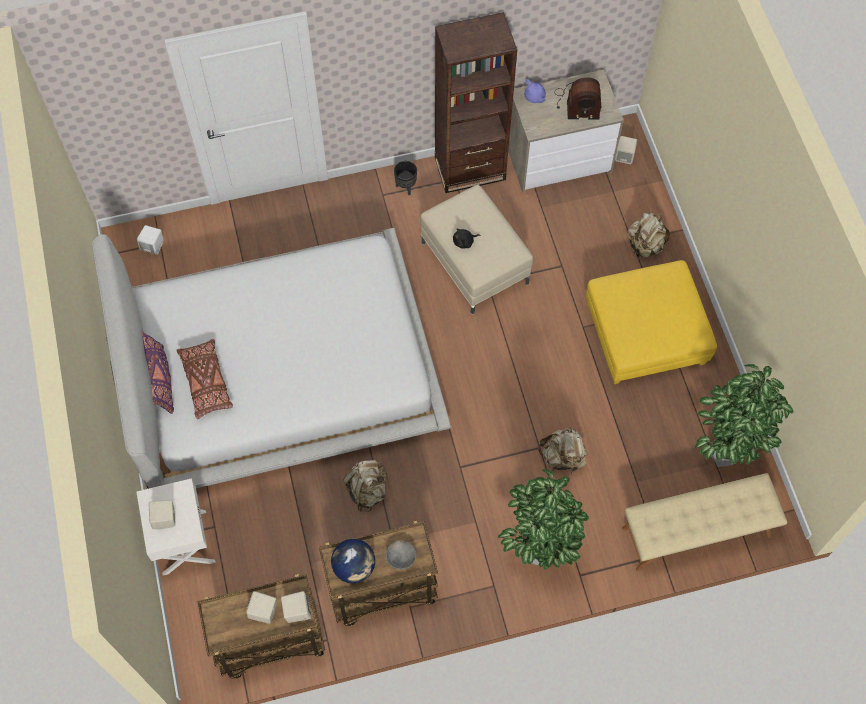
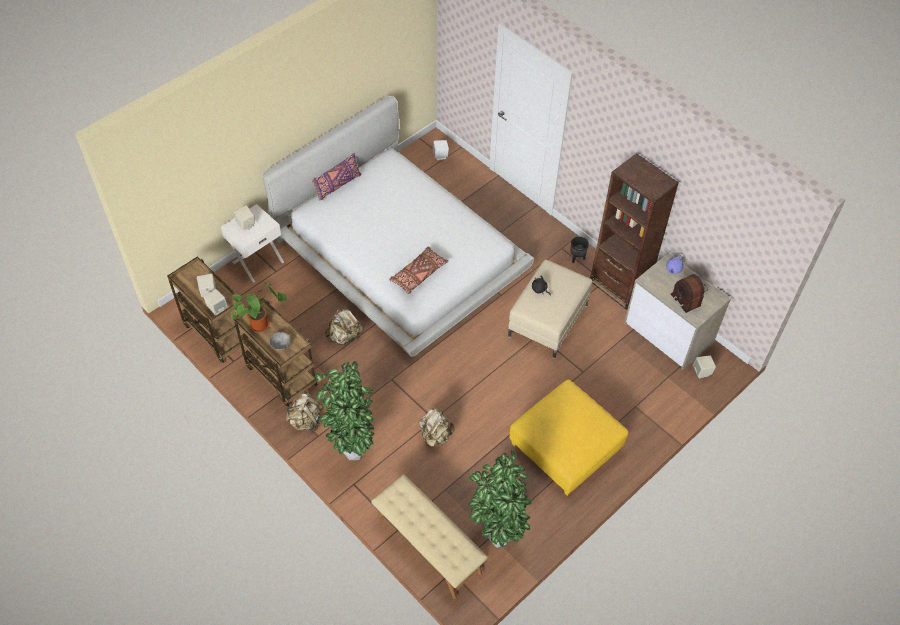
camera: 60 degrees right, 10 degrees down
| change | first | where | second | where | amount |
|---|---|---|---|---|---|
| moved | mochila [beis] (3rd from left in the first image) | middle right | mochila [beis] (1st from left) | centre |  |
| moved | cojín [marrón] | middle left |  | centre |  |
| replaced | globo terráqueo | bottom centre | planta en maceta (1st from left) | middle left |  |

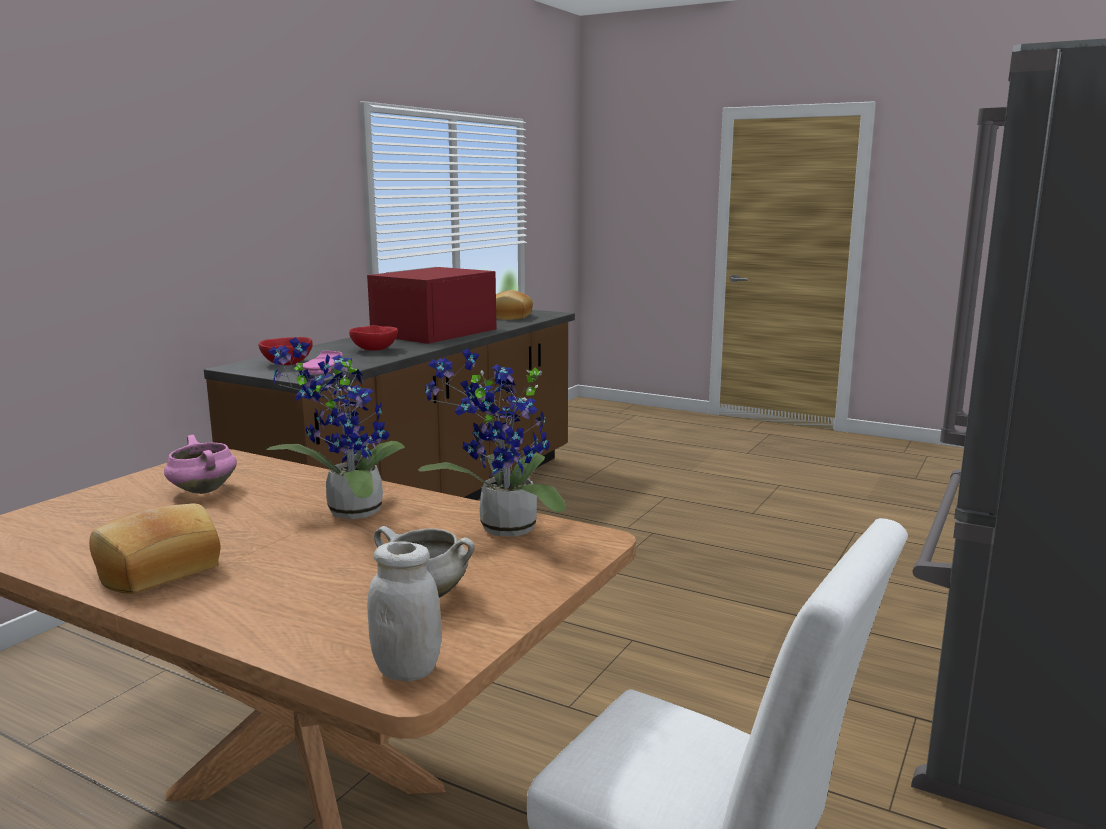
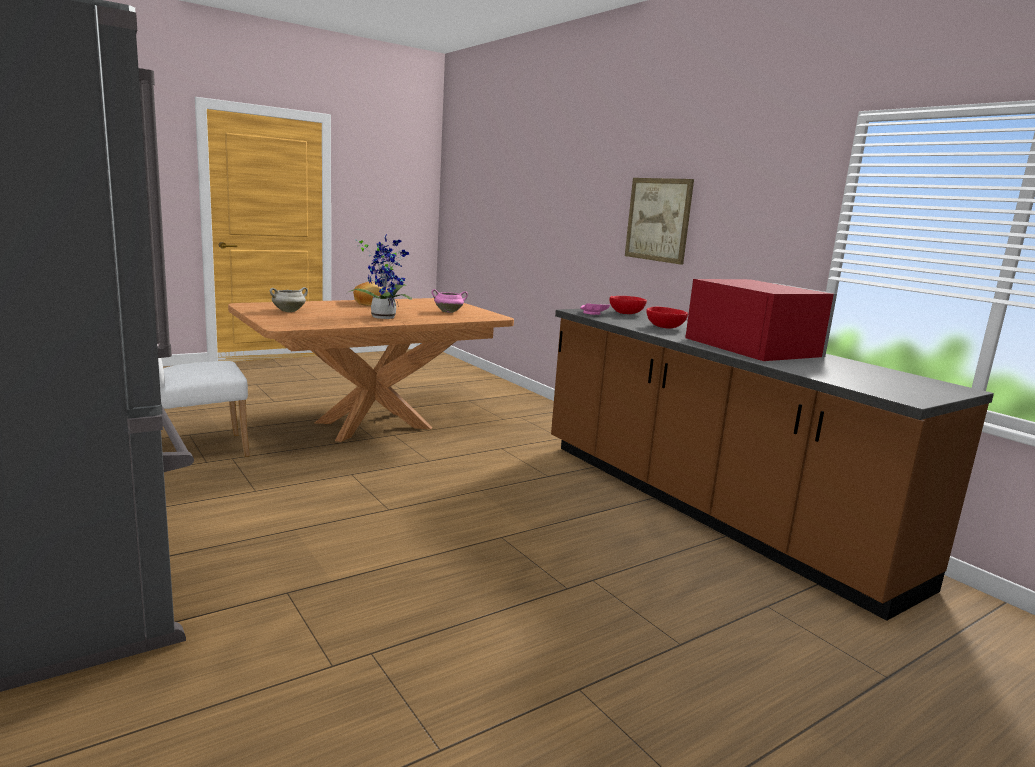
camera: 115 degrees right, 0 degrees up
| change | first | where | second | where | amount |
|---|---|---|---|---|---|
| removed | pan (2nd from left) | centre |  |  |  |
| removed | planta en maceta (2nd from left) | centre |  |  |  |
| removed | tarro [blanco] | bottom centre |  |  |  |
| added |  |  | cuadro | top centre |  |

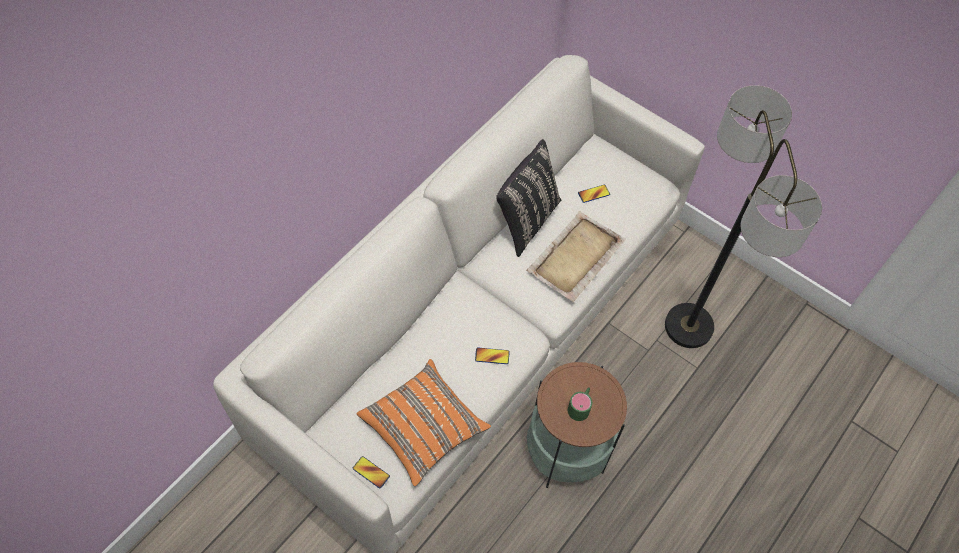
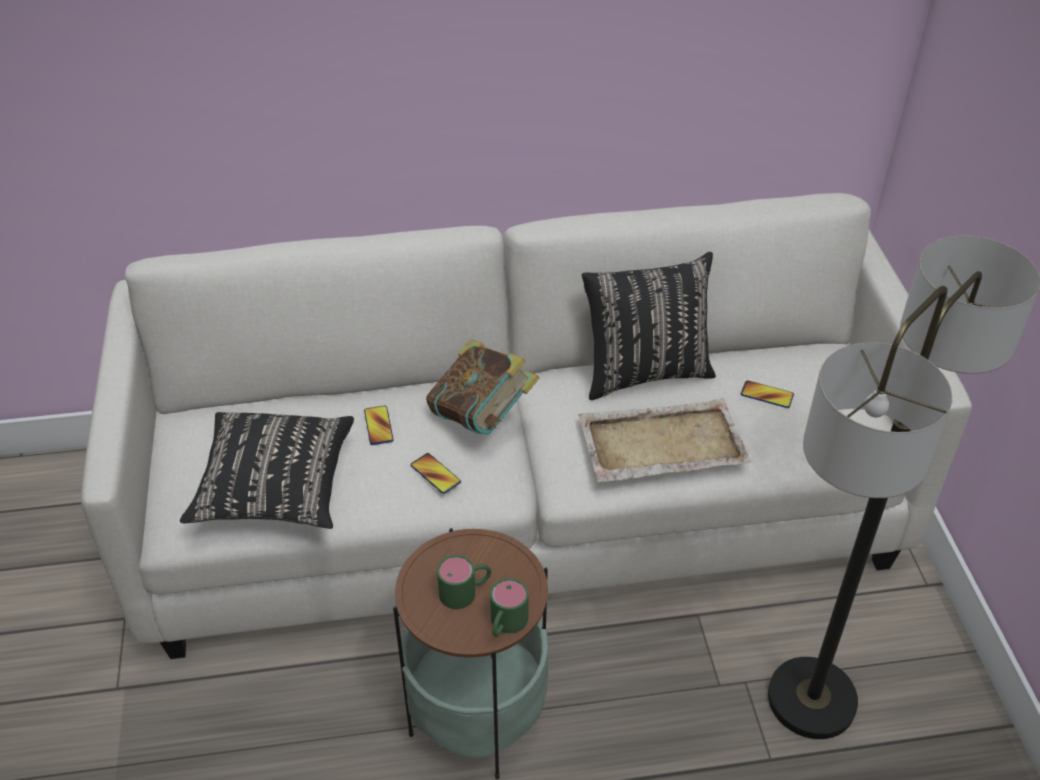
camera: 45 degrees right, 15 degrees down
| change | first | where | second | where | amount |
|---|---|---|---|---|---|
| recoloured | cojín [naranja] | bottom centre | cojín [negro] (1st from left) | middle left |  |
| moved | móvil (1st from left) | bottom centre |  | centre |  |
| added |  |  | libro | centre |  |
| added |  |  | taza grande [verde] (2nd from left) | bottom centre |  |

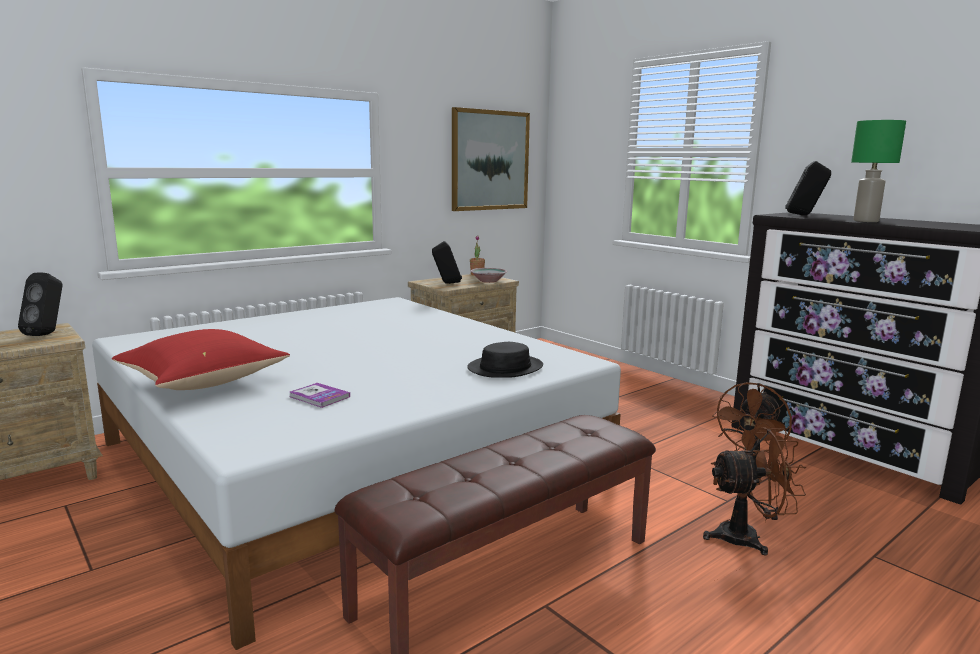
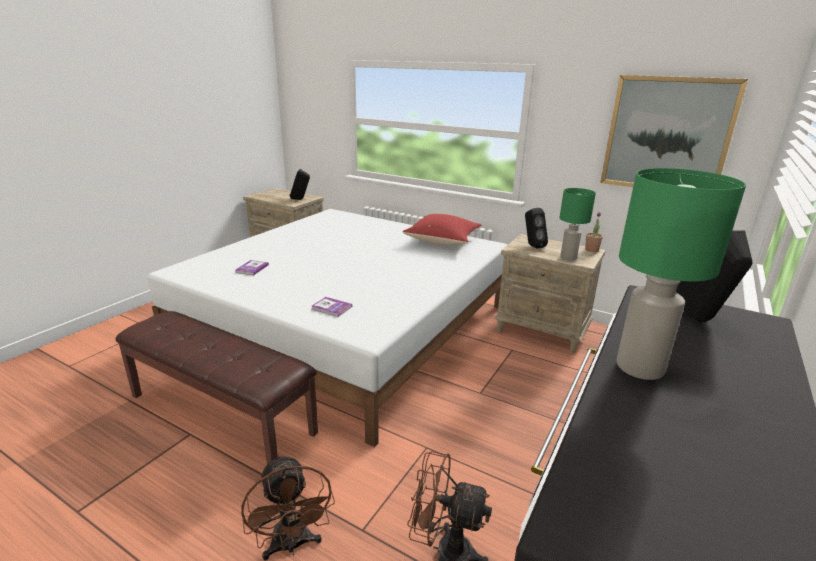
camera: 70 degrees right, 10 degrees up
| change | first | where | second | where | amount |
|---|---|---|---|---|---|
| replaced | cuenco | centre | lámpara de mesa [verde] (1st from left) | middle right |  |
| moved | cojín [rojo] | middle left |  | centre |  |
| replaced | sombrero [negro] | centre | libro (2nd from left) | centre |  |

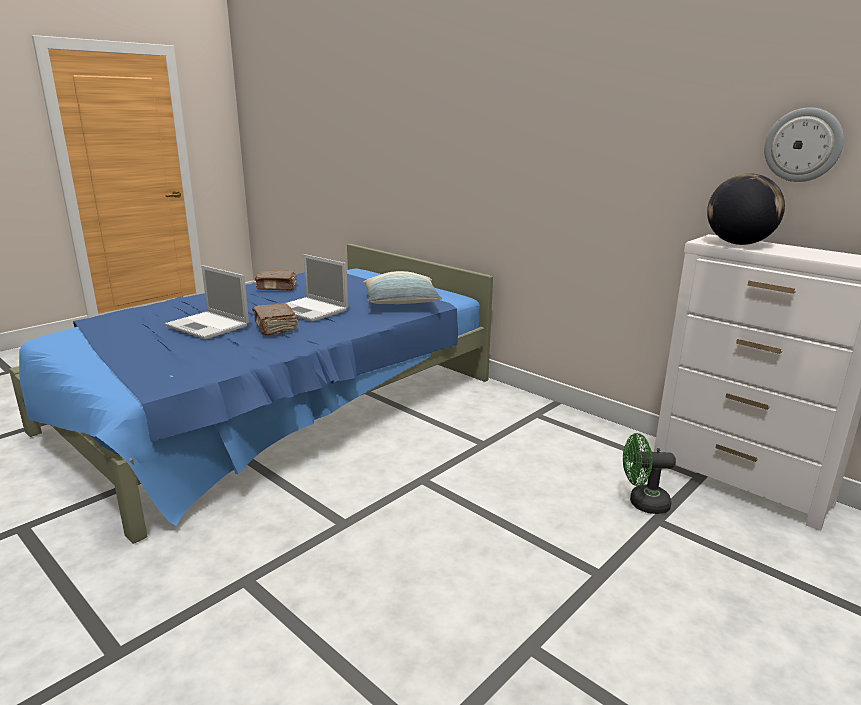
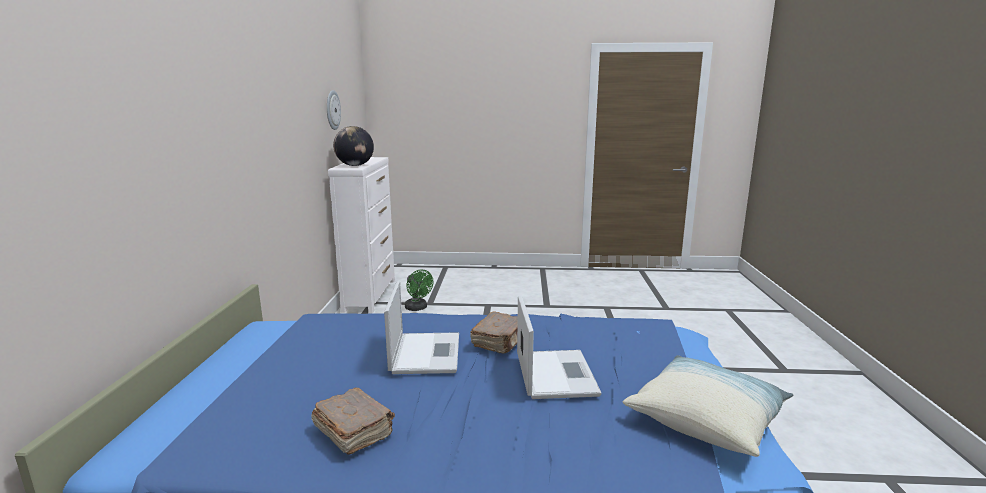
camera: 130 degrees left, 5 degrees down
| change | first | where | second | where | amount |
|---|---|---|---|---|---|
| moved | cojín | centre |  | bottom right |  |

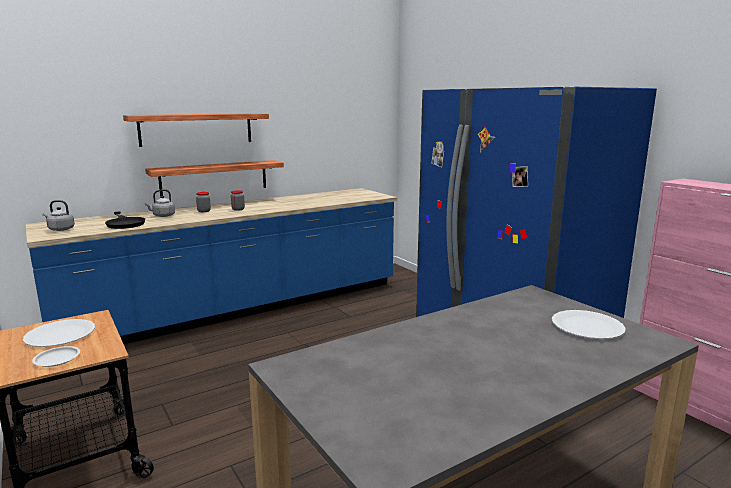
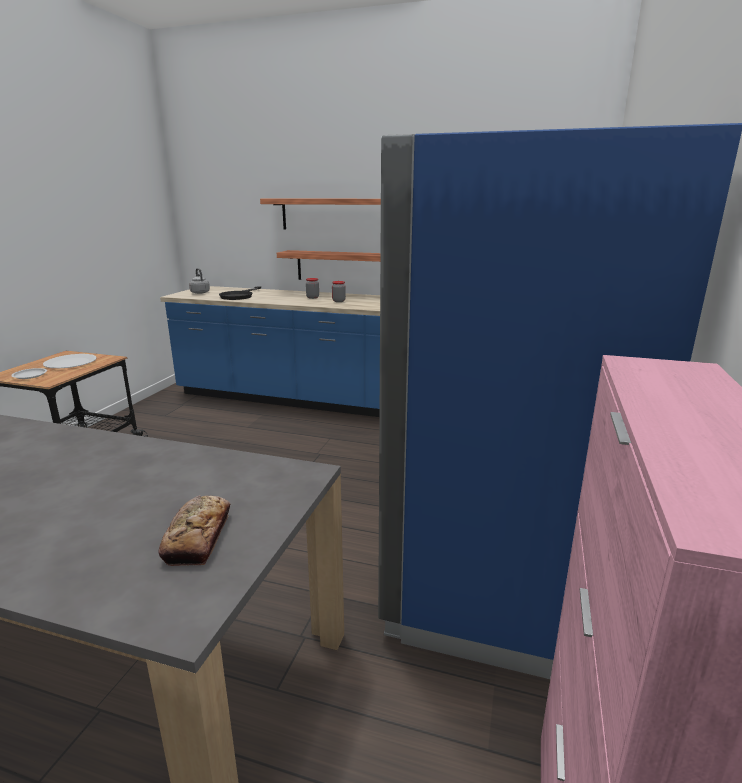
camera: 50 degrees right, 5 degrees up
| change | first | where | second | where | amount |
|---|---|---|---|---|---|
| removed | hervidor [gris] (2nd from left) | middle left |  |  |  |
| replaced | plato [blanco] (3rd from left) | middle right | pan | bottom left |  |

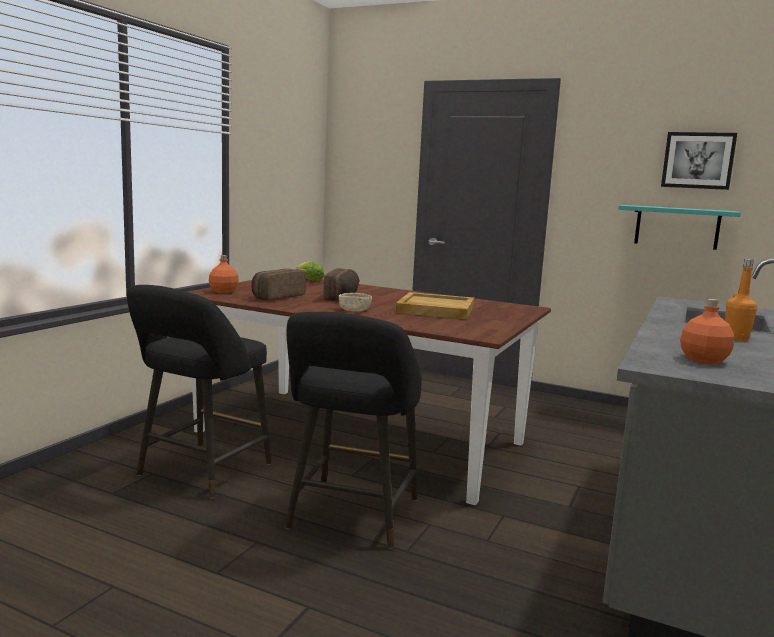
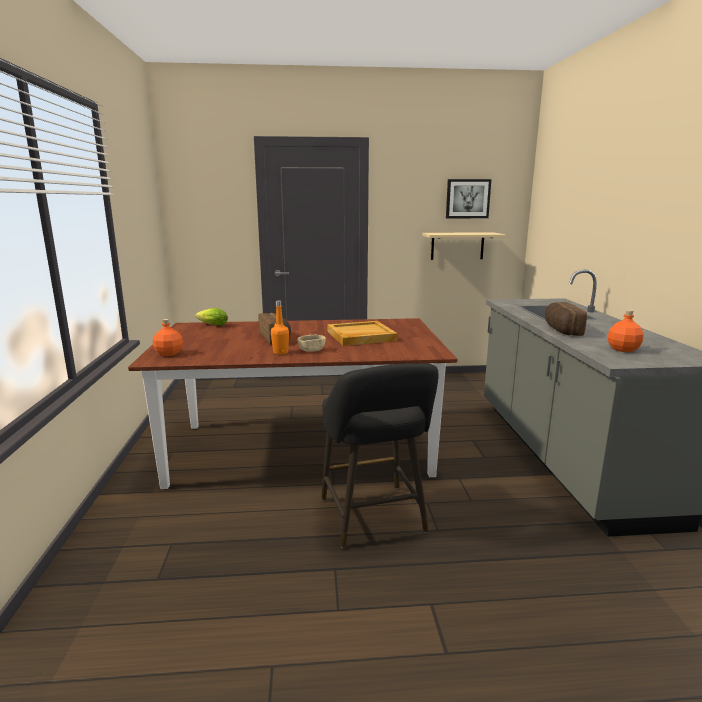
camera: 30 degrees left, 5 degrees up
| change | first | where | second | where | amount |
|---|---|---|---|---|---|
| recoloured | estante [turquesa] | middle right | estante [beis] | centre |  |
| moved | botella [naranja] (3rd from left in the first image) | middle right | botella [naranja] (2nd from left) | centre |  |
| moved | pan (1st from left in the first image) | centre | pan (2nd from left) | middle right |  |
| removed | taburete [negro] (1st from left) | middle left |  |  |  |

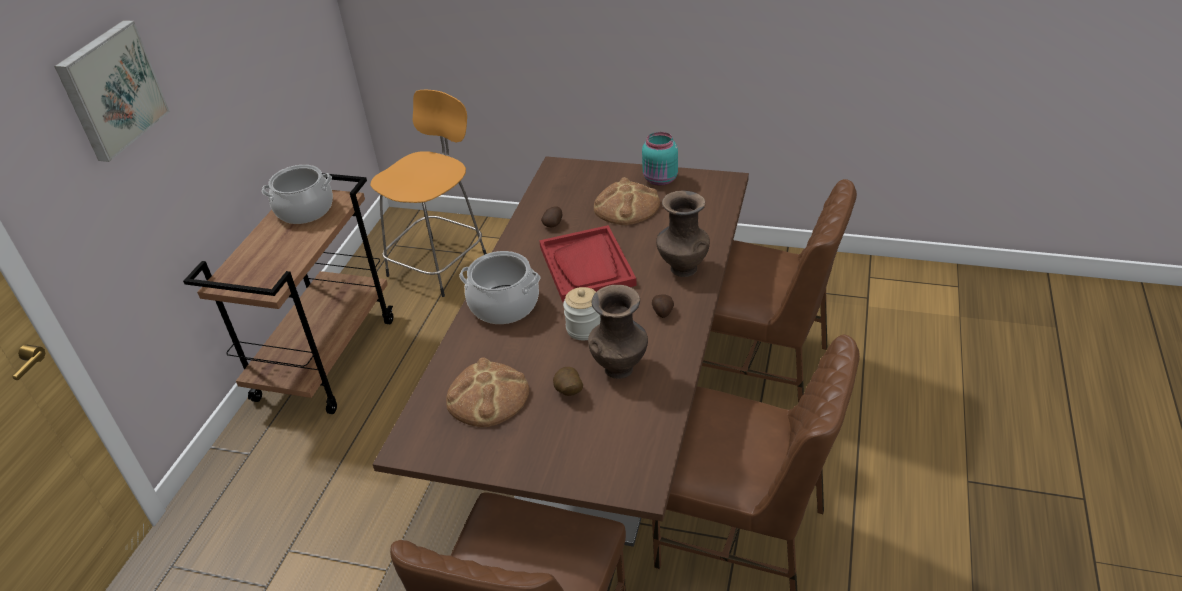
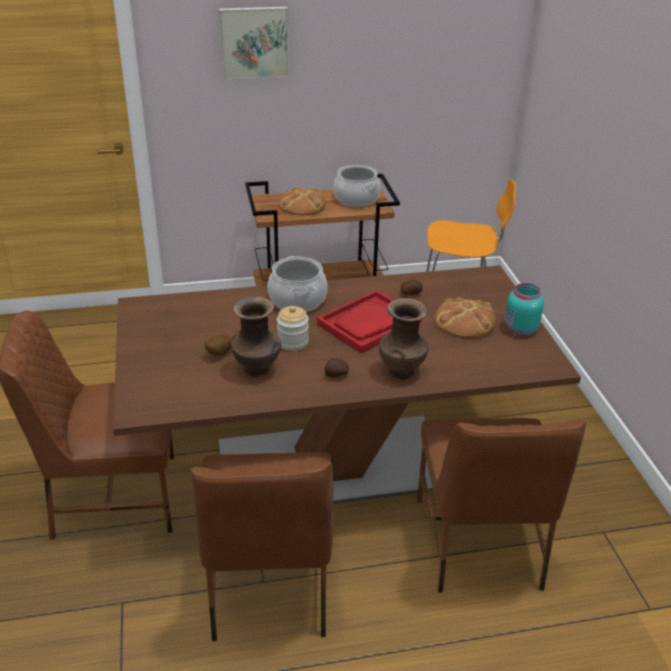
camera: 60 degrees right, 5 degrees down
| change | first | where | second | where | amount |
|---|---|---|---|---|---|
| moved | pan (1st from left) | centre |  | top centre |  |

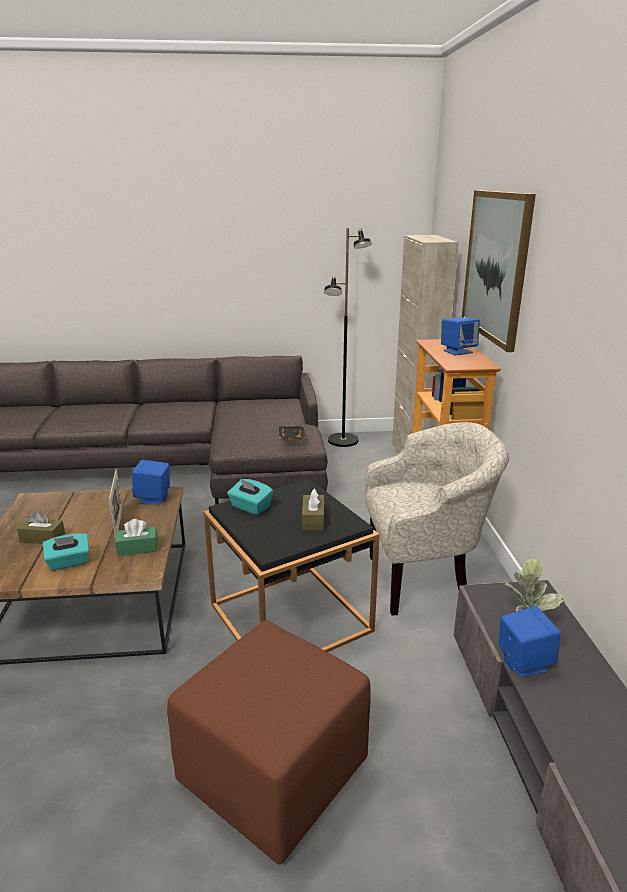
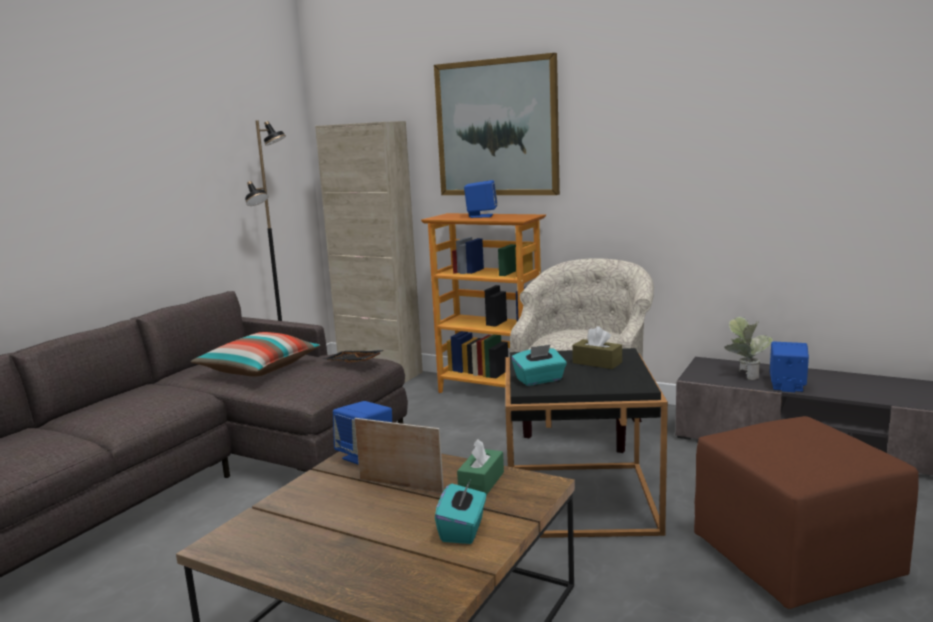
camera: 55 degrees left, 10 degrees down
| change | first | where | second | where | amount |
|---|---|---|---|---|---|
| removed | caja de pañuelos [marrón] (1st from left) | middle left |  |  |  |
| added |  |  | cojín | middle left |  |

